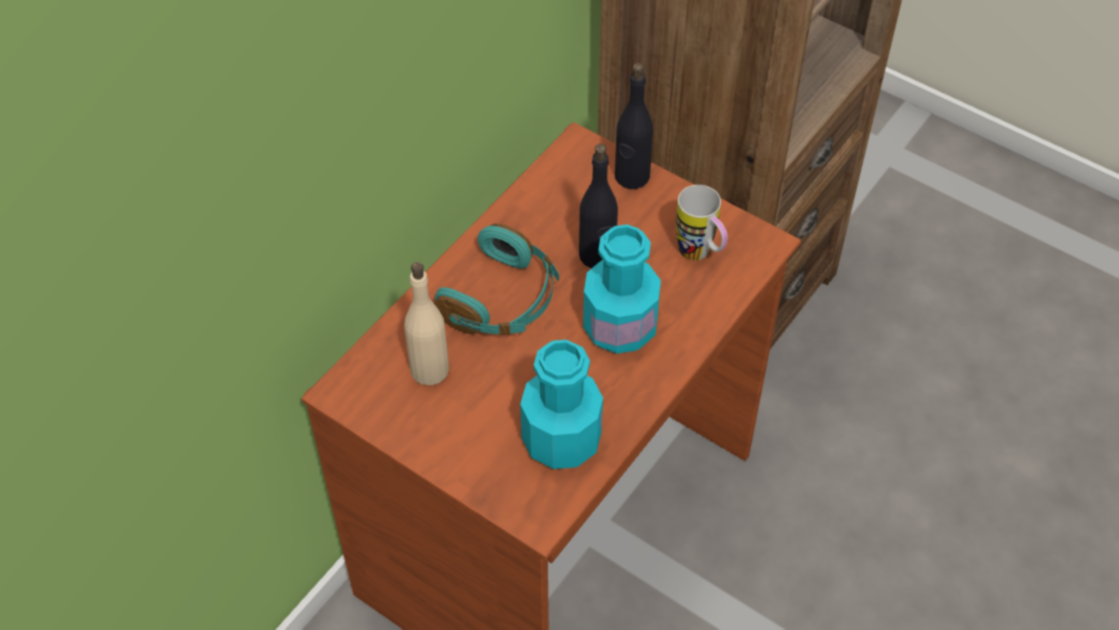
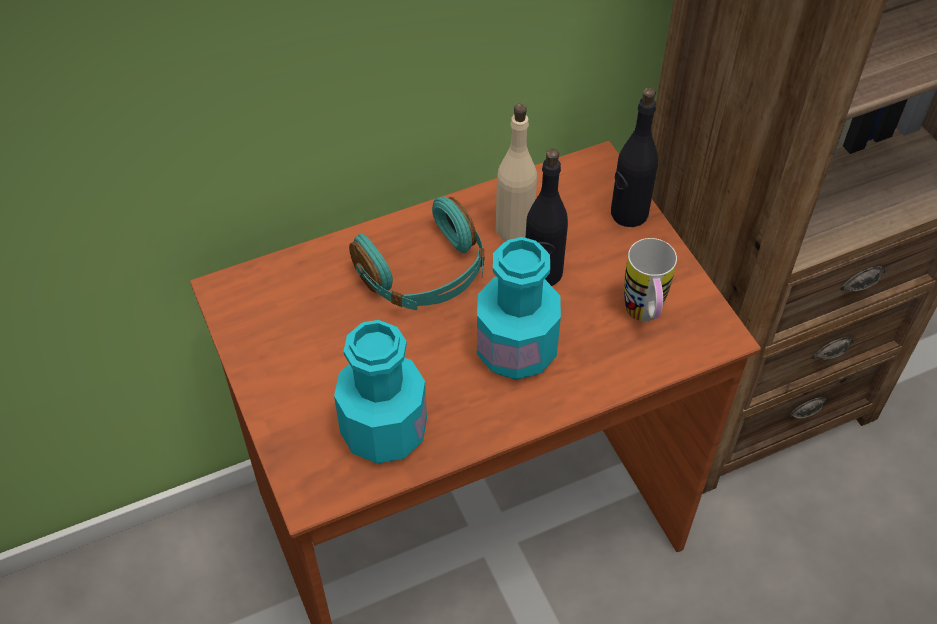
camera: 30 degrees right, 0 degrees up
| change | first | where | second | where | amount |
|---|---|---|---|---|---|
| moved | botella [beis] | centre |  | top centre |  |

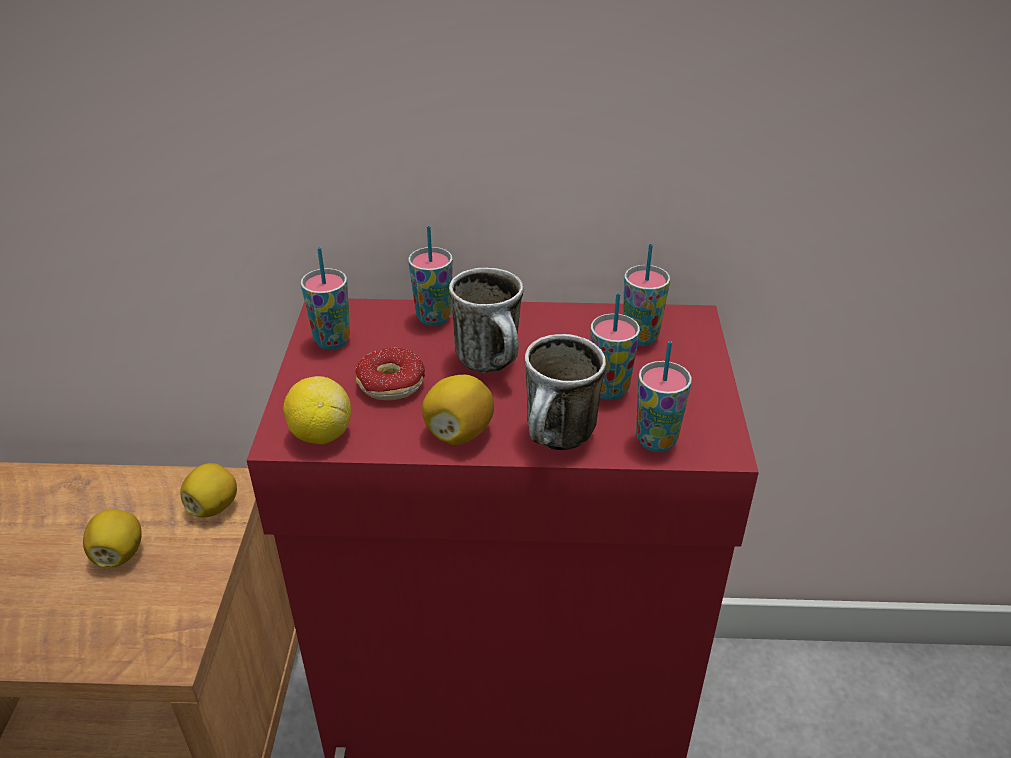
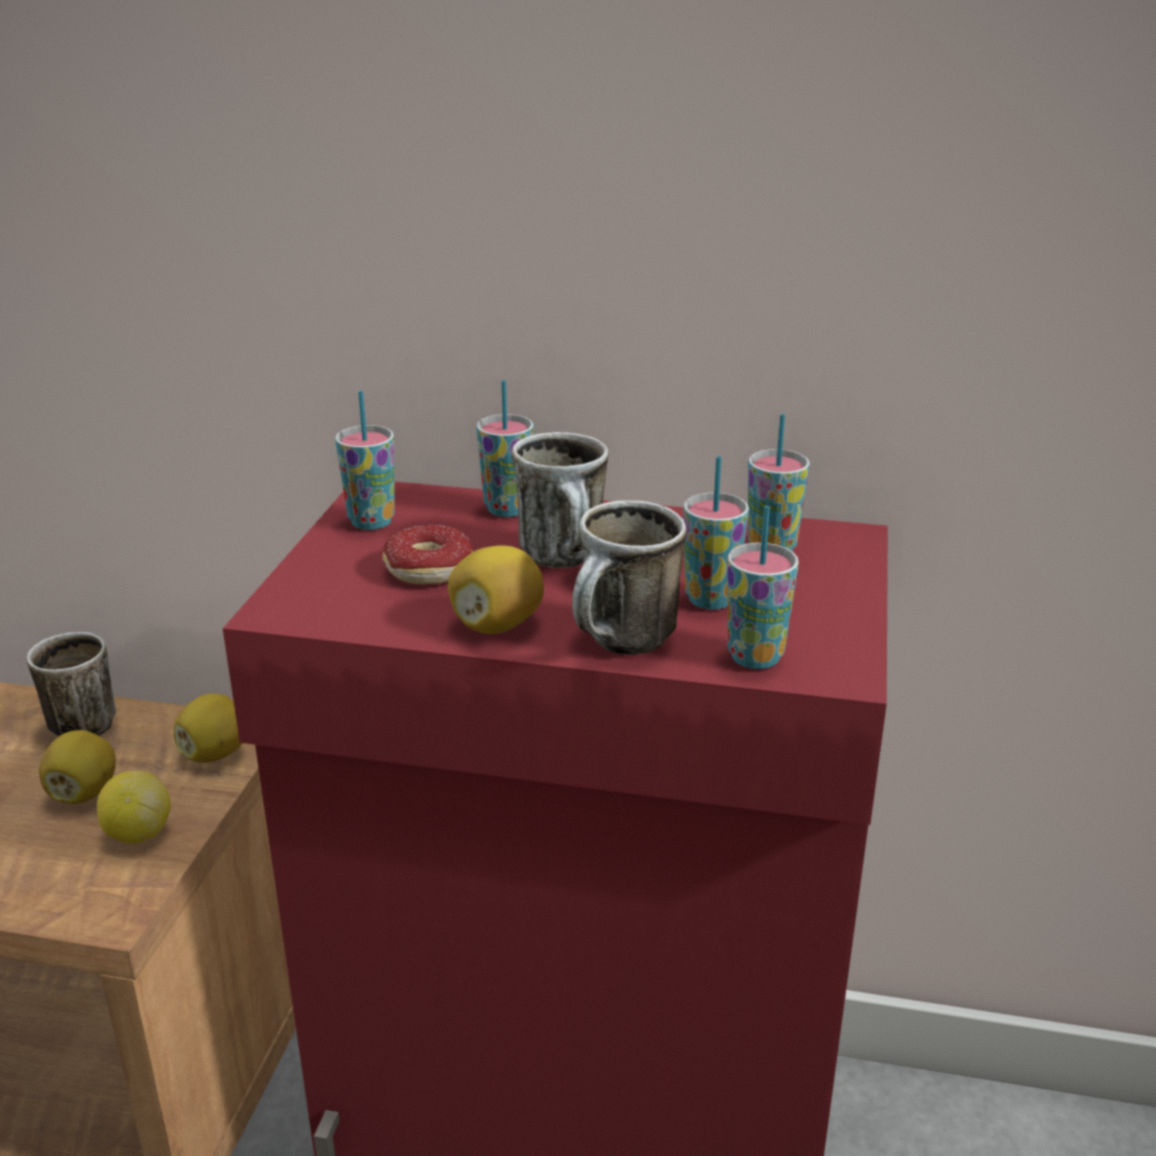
camera: 10 degrees right, 10 degrees down
| change | first | where | second | where | amount |
|---|---|---|---|---|---|
| moved | limón (3rd from left in the first image) | middle left | limón (2nd from left) | bottom left |  |
| added |  |  | taza grande (1st from left) | middle left |  |

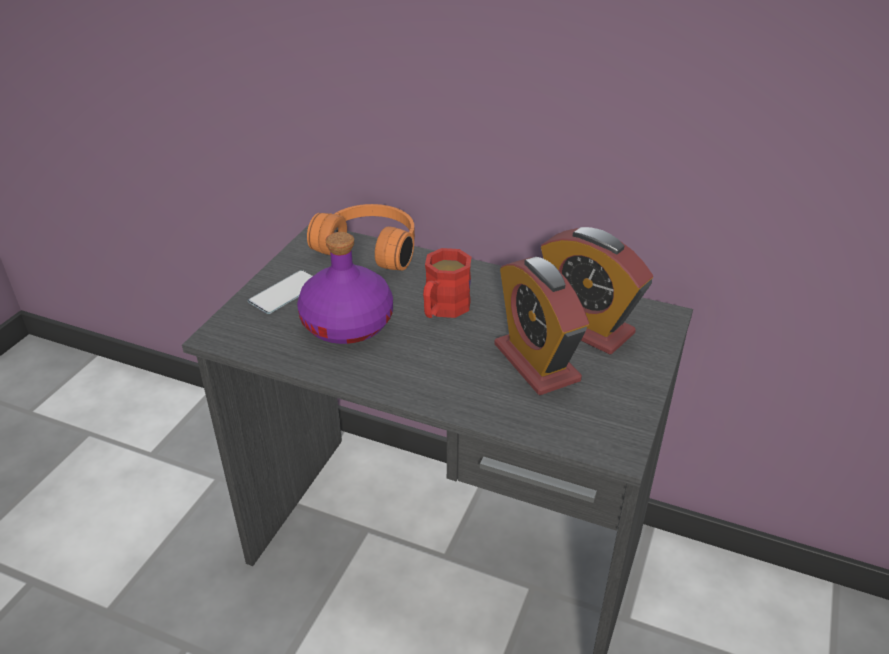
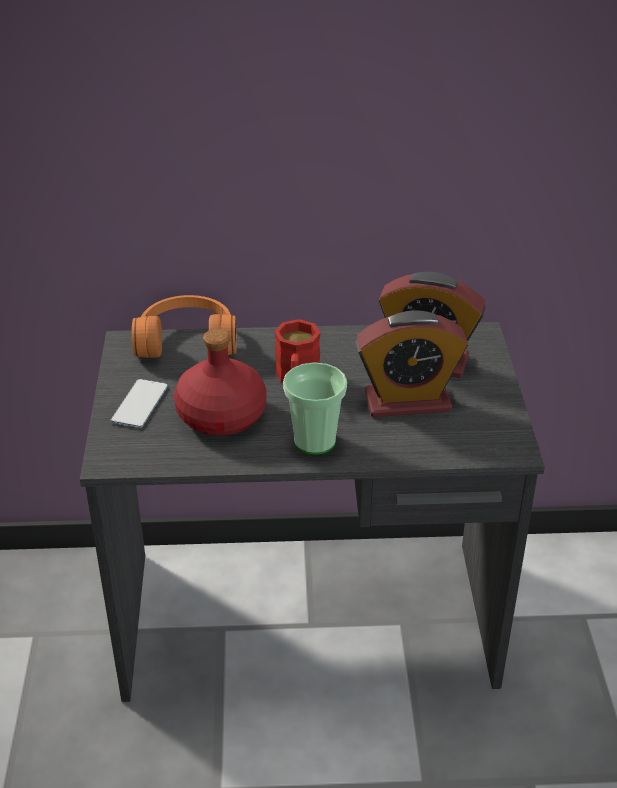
camera: 25 degrees left, 0 degrees up
| change | first | where | second | where | amount |
|---|---|---|---|---|---|
| recoloured | botella [morado] | centre | botella [rojo] | centre |  |
| turned | despertador (1st from left) | centre |  | middle right | 45 degrees counterclockwise |
| added |  |  | taza | centre |  |

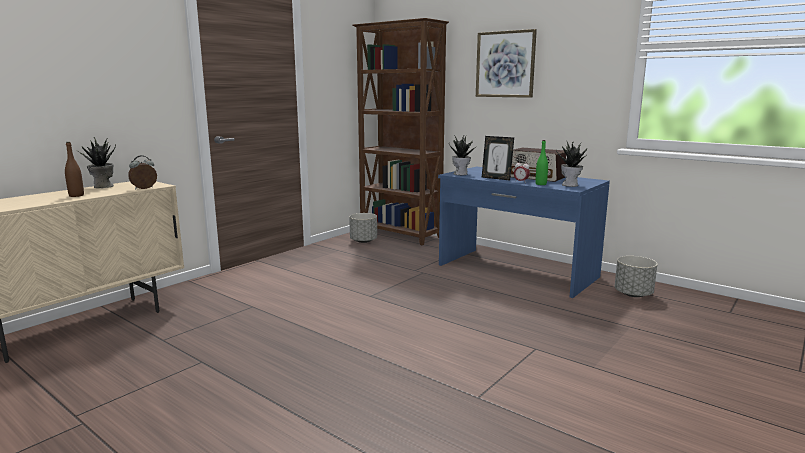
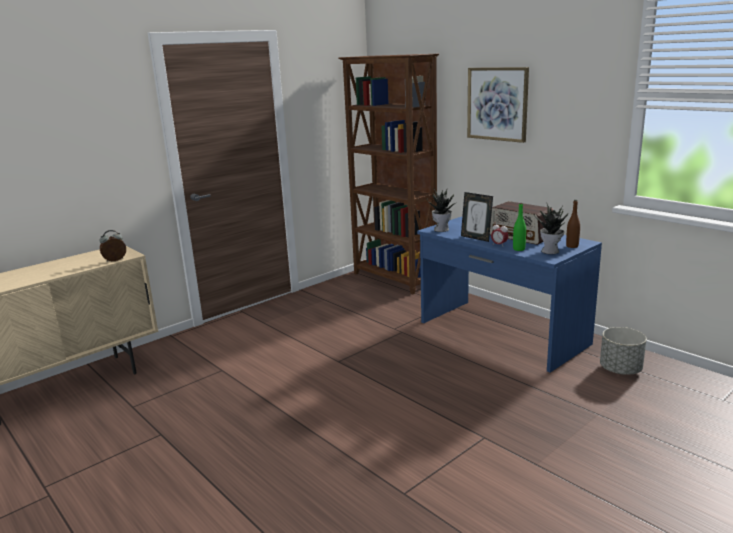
camera: 10 degrees right, 5 degrees up
| change | first | where | second | where | amount |
|---|---|---|---|---|---|
| removed | planta en maceta (1st from left) | middle left |  |  |  |
| moved | botella [marrón] | middle left |  | middle right |  |
| removed | maceta [gris] (1st from left) | centre |  |  |  |

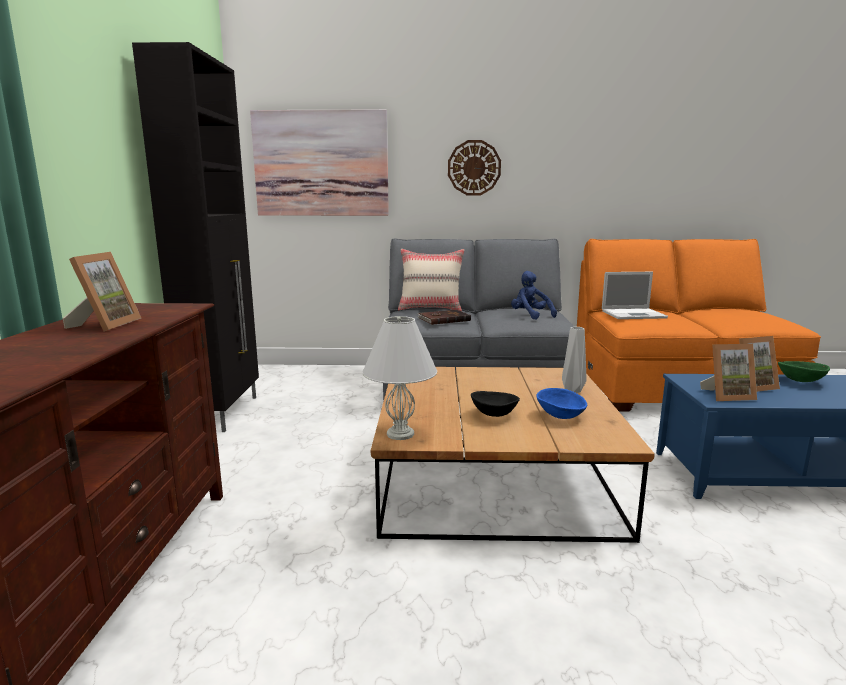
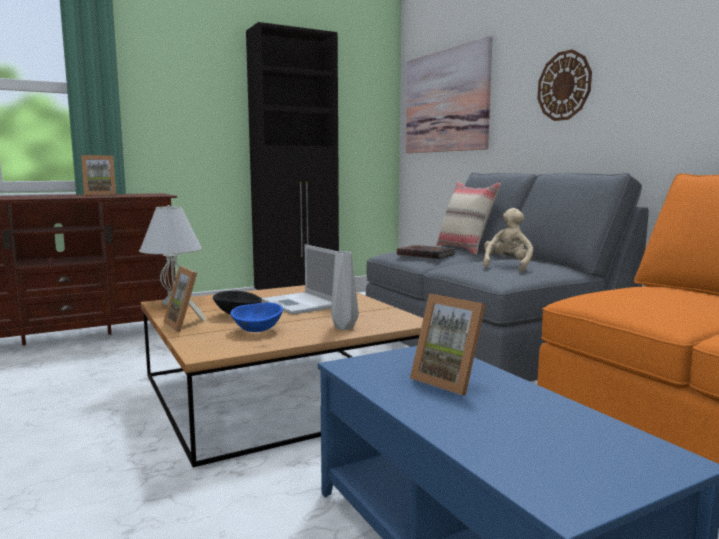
camera: 60 degrees right, 5 degrees down
| change | first | where | second | where | amount |
|---|---|---|---|---|---|
| recoloured | peluche [azul] | centre | peluche [beis] | middle right |  |
| moved | portátil | middle right |  | centre |  |
| moved | portarretratos (2nd from left) | middle right |  | middle left |  |
| removed | cuenco [verde] | middle right |  |  |  |

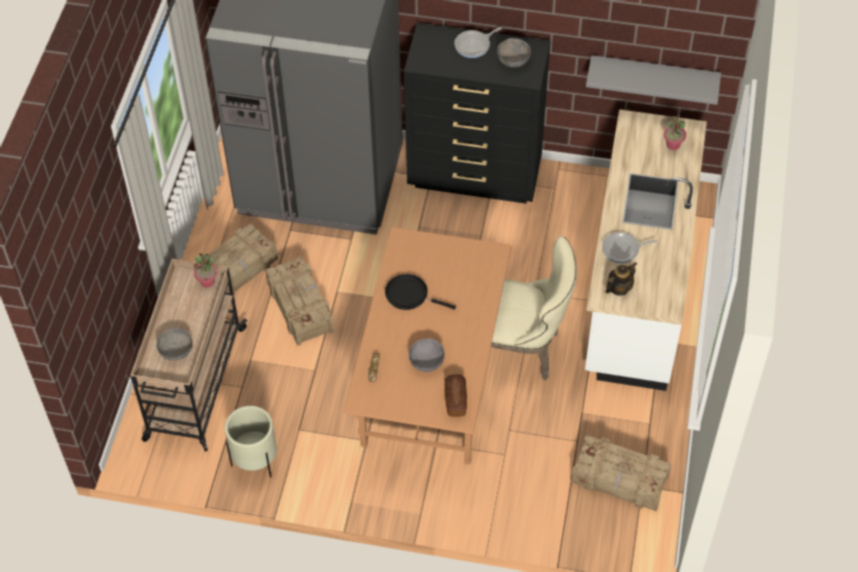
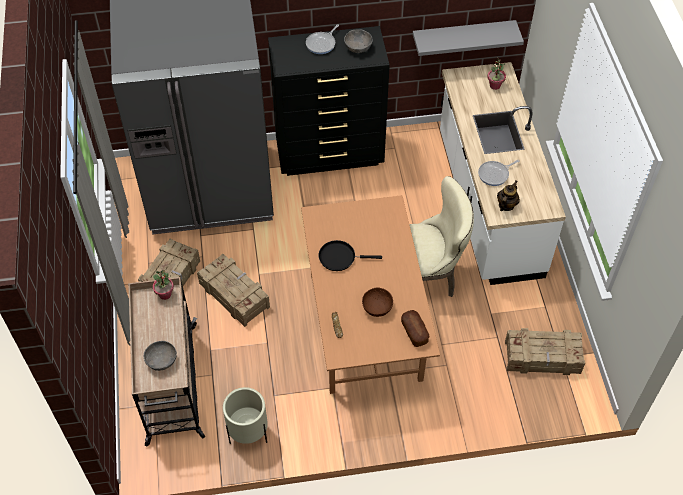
camera: 20 degrees left, 0 degrees up
| change | first | where | second | where | amount |
|---|---|---|---|---|---|
| recoloured | cuenco [gris] (2nd from left) | centre | cuenco [marrón] | centre |  |

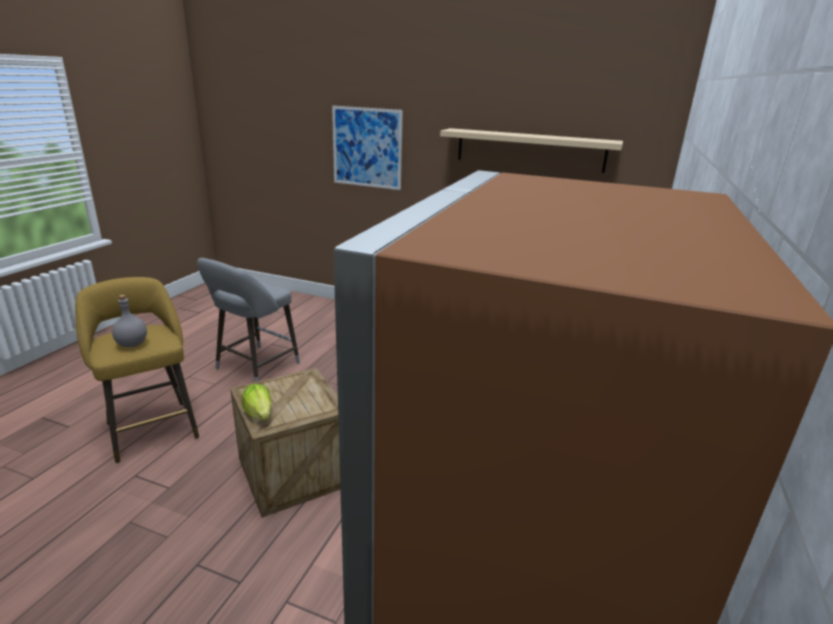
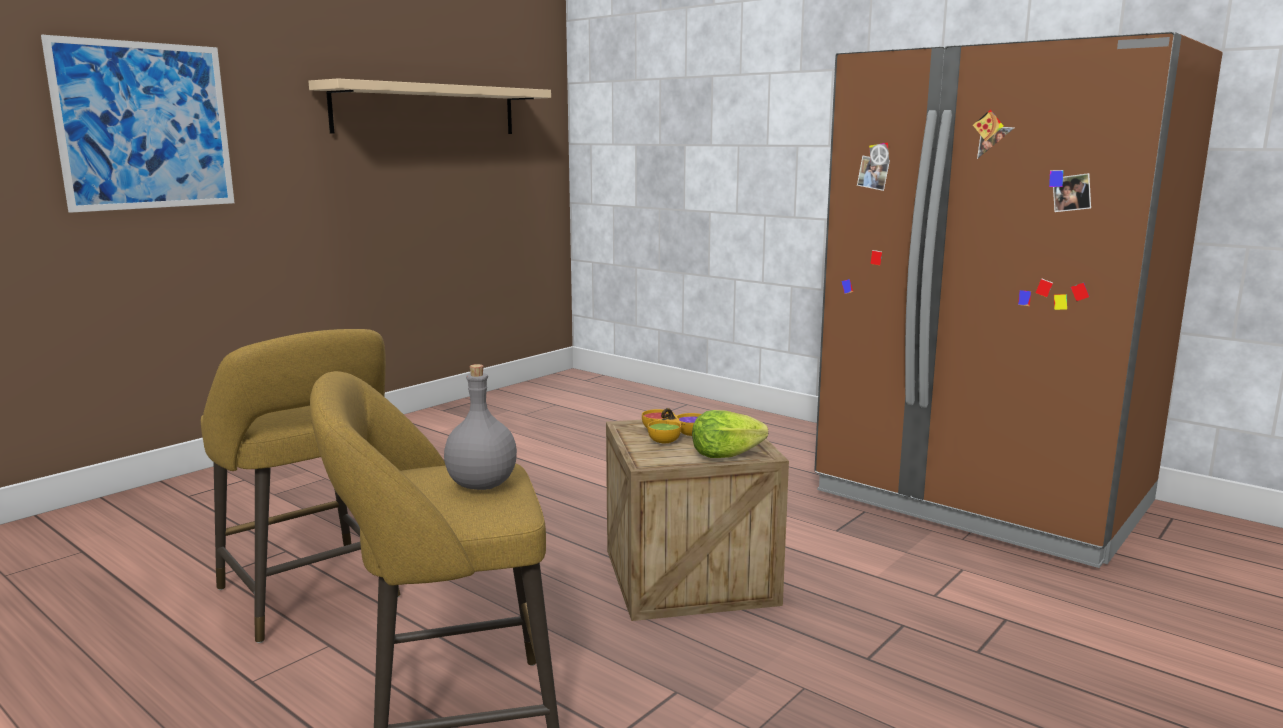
camera: 70 degrees left, 10 degrees down
| change | first | where | second | where | amount |
|---|---|---|---|---|---|
| recoloured | taburete [gris] | middle left | taburete [amarillo] (1st from left) | bottom left |  |
| added |  |  | cuenco | centre |  |

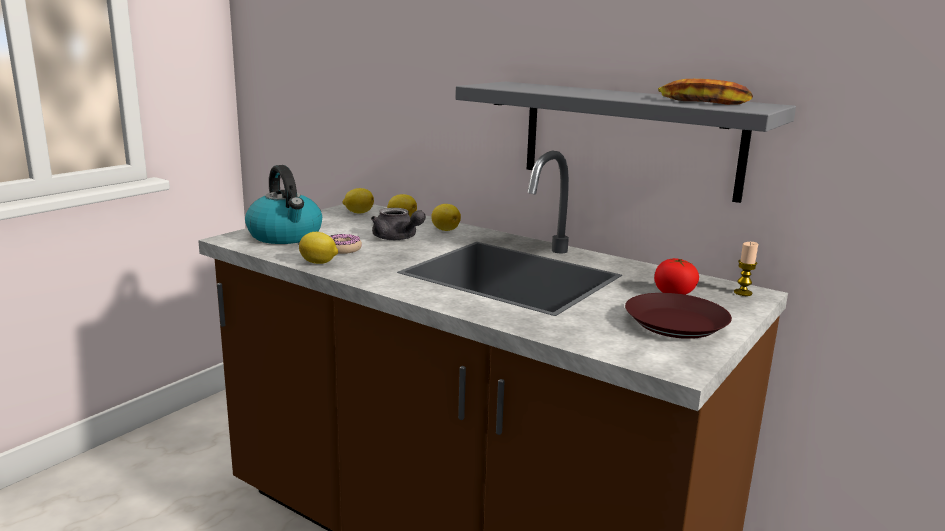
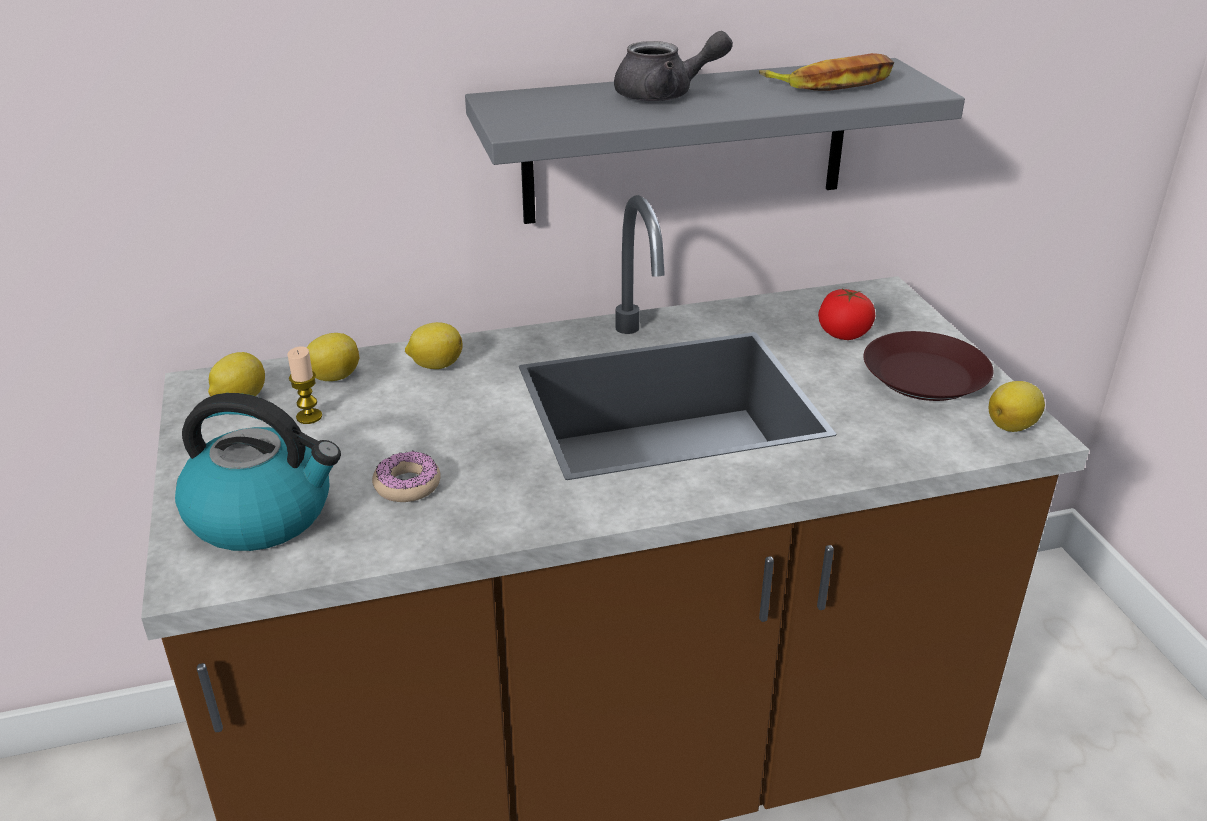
camera: 50 degrees left, 15 degrees up
| change | first | where | second | where | amount |
|---|---|---|---|---|---|
| moved | tetera [gris] | centre |  | top centre |  |
| moved | limón (1st from left in the first image) | centre | limón (4th from left) | middle right |  |
| moved | vela | middle right |  | middle left |  |

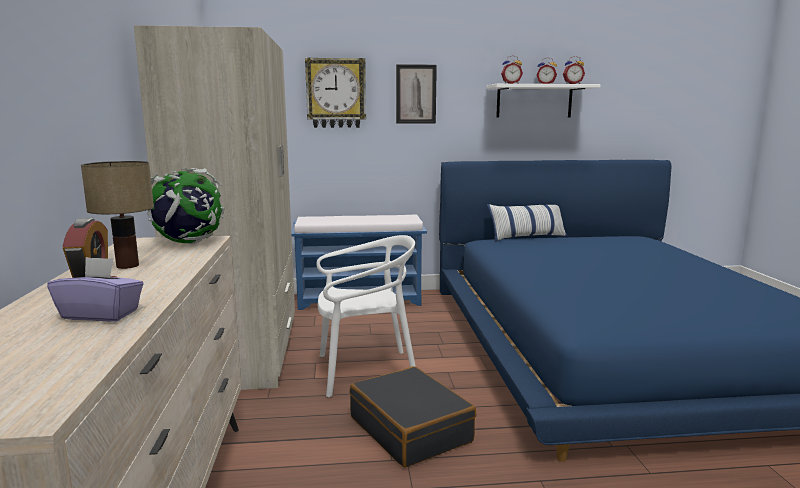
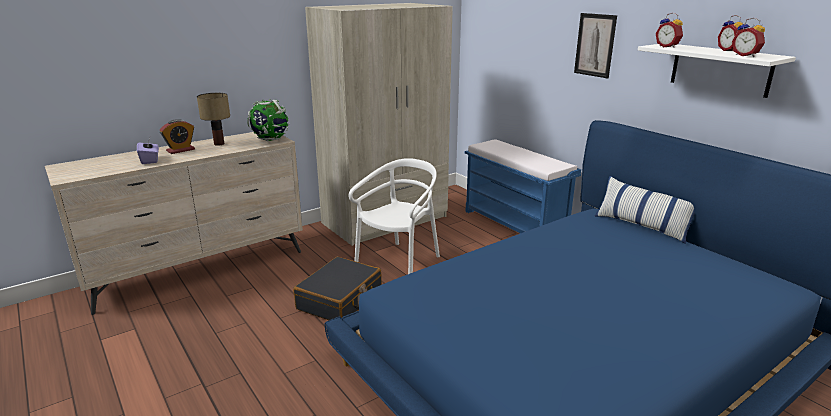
camera: 60 degrees right, 10 degrees up
| change | first | where | second | where | amount |
|---|---|---|---|---|---|
| removed | reloj de pared | top centre |  |  |  |
| turned | silla [blanco] | centre |  | centre | 105 degrees counterclockwise |

